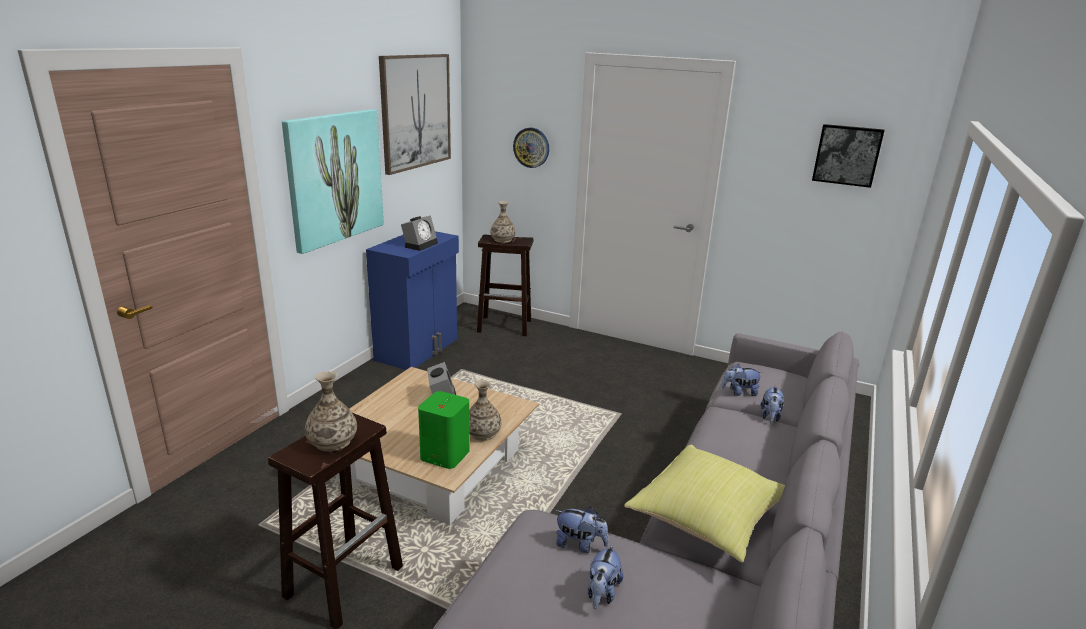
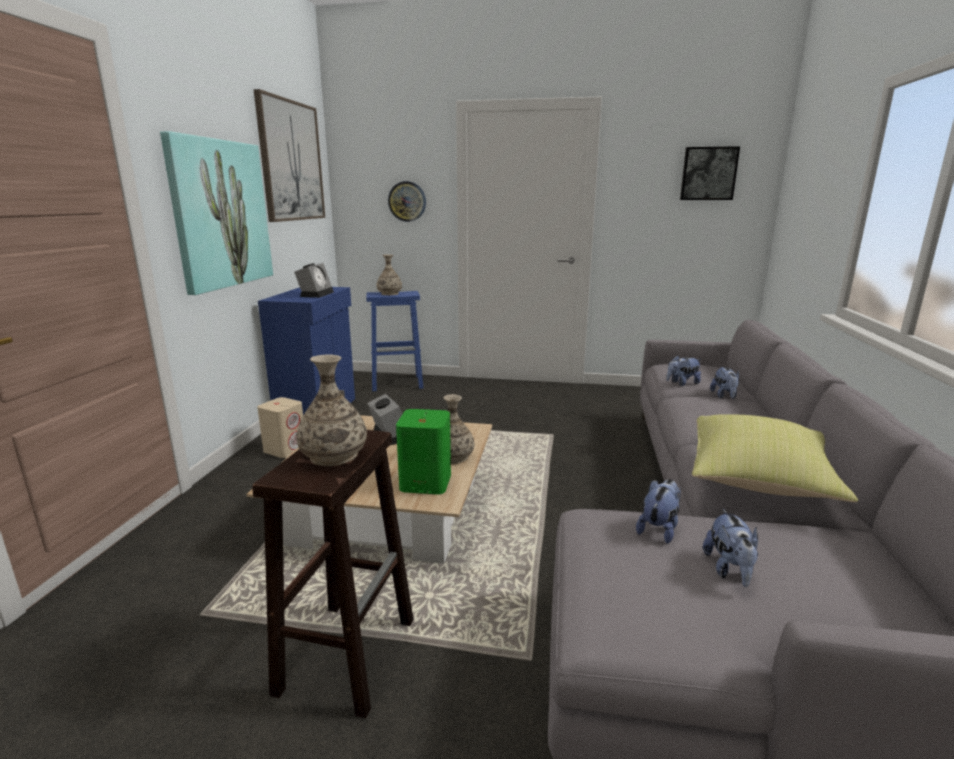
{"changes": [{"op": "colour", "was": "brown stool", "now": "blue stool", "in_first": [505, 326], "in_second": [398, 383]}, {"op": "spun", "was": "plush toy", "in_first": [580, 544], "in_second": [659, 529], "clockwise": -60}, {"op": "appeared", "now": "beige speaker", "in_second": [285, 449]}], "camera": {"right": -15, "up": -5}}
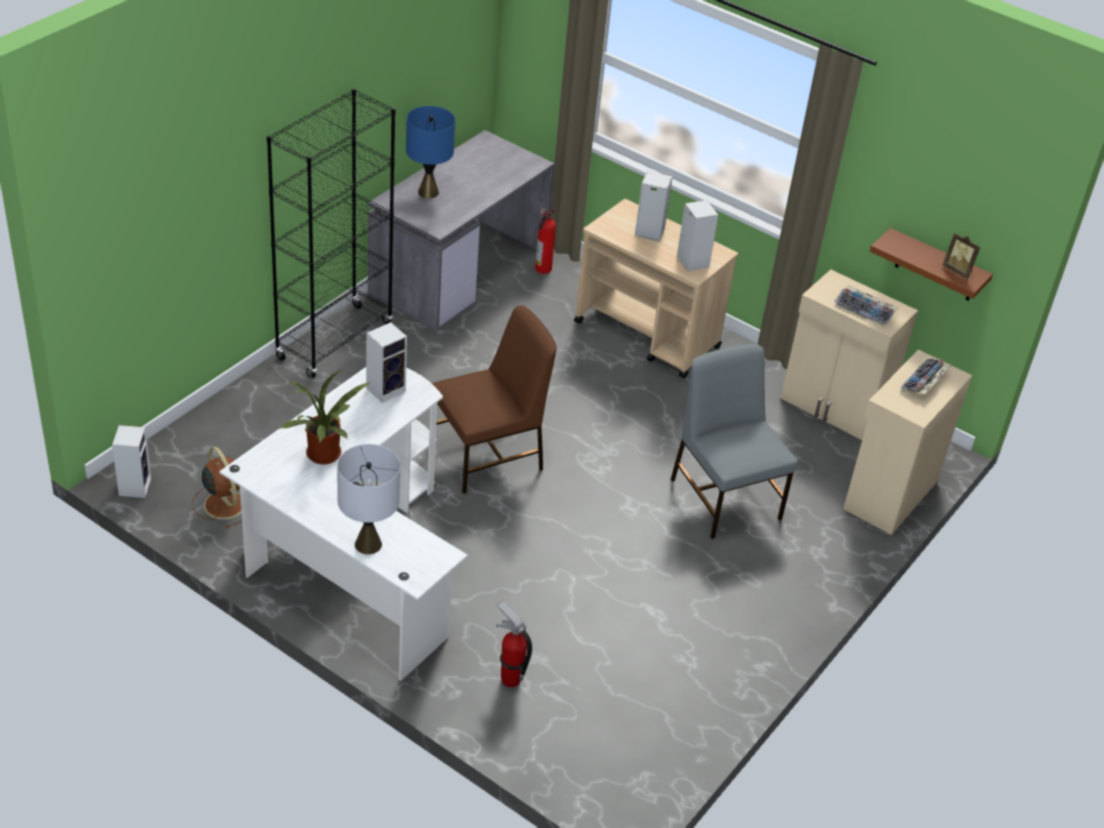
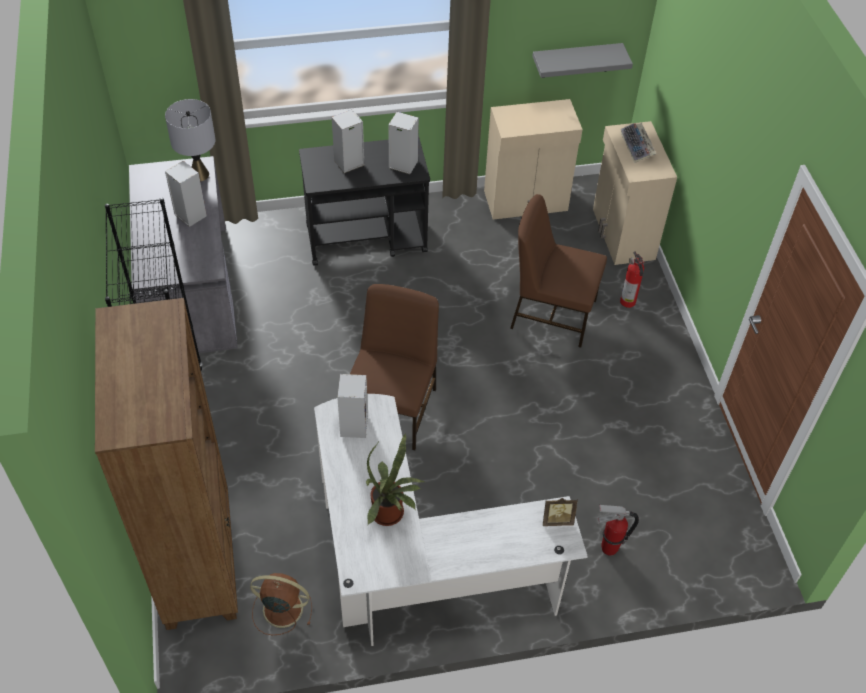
{"changes": [{"op": "relocated", "was": "speaker", "in_first": [134, 485], "in_second": [189, 215]}, {"op": "relocated", "was": "grey table lamp", "in_first": [368, 544], "in_second": [199, 174]}, {"op": "missing", "was": "blue table lamp", "in_first": [428, 192]}, {"op": "relocated", "was": "fire extinguisher", "in_first": [542, 269], "in_second": [628, 302]}, {"op": "colour", "was": "beige cart", "now": "black cart", "in_first": [647, 335], "in_second": [367, 238]}, {"op": "colour", "was": "grey chair", "now": "brown chair", "in_first": [725, 497], "in_second": [552, 313]}, {"op": "missing", "was": "keyboard", "in_first": [865, 310]}, {"op": "colour", "was": "brown shelf", "now": "grey shelf", "in_first": [936, 266], "in_second": [576, 60]}, {"op": "relocated", "was": "picture frame", "in_first": [958, 271], "in_second": [557, 520]}, {"op": "appeared", "now": "brown bookcase", "in_second": [199, 560]}], "camera": {"right": -45, "up": 10}}
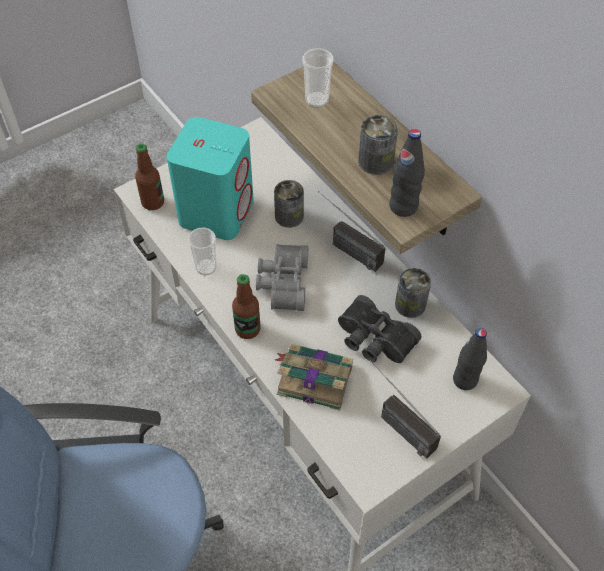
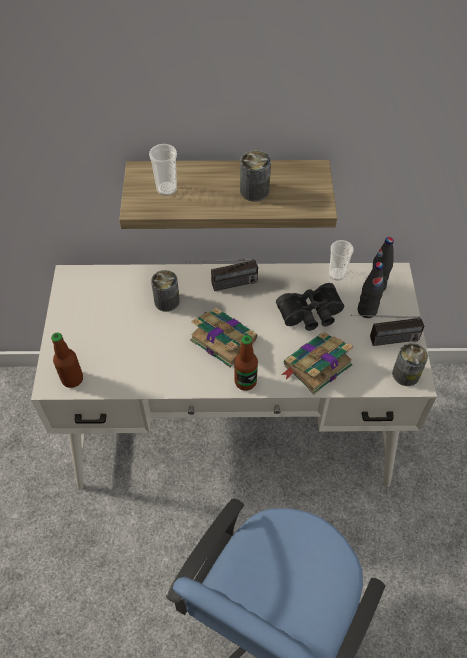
{"changes": [{"op": "missing", "was": "turquoise speaker", "in_first": [216, 211]}, {"op": "relocated", "was": "cup", "in_first": [206, 267], "in_second": [337, 274]}, {"op": "exchanged", "was": "grey binoculars", "now": "book", "in_first": [282, 283], "in_second": [222, 339]}, {"op": "relocated", "was": "black bottle", "in_first": [403, 206], "in_second": [367, 311]}, {"op": "relocated", "was": "can", "in_first": [410, 304], "in_second": [405, 374]}], "camera": {"right": -55, "up": 0}}
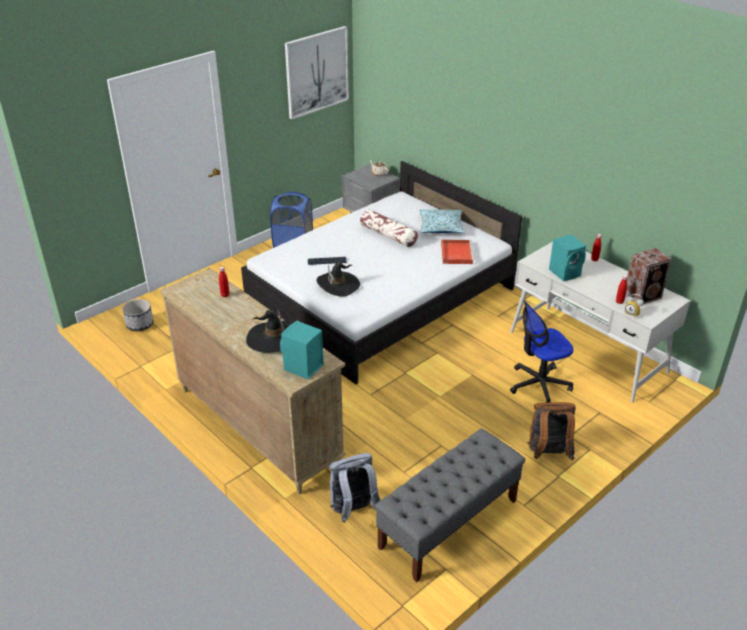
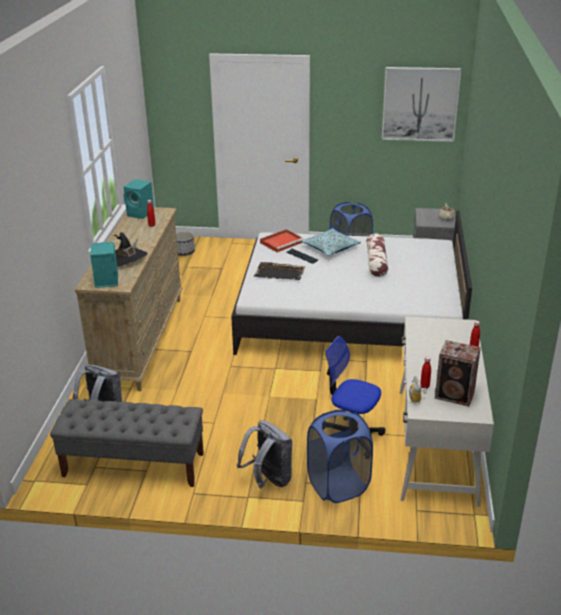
{"changes": [{"op": "exchanged", "was": "black hat", "now": "black tray", "in_first": [338, 285], "in_second": [280, 273]}, {"op": "relocated", "was": "pillow", "in_first": [441, 227], "in_second": [330, 248]}, {"op": "relocated", "was": "red tray", "in_first": [456, 253], "in_second": [282, 242]}, {"op": "colour", "was": "brown backpack", "now": "grey backpack", "in_first": [548, 454], "in_second": [268, 480]}, {"op": "relocated", "was": "turquoise speaker", "in_first": [565, 272], "in_second": [141, 213]}, {"op": "appeared", "now": "blue laundry basket", "in_second": [338, 485]}], "camera": {"right": 50, "up": -5}}
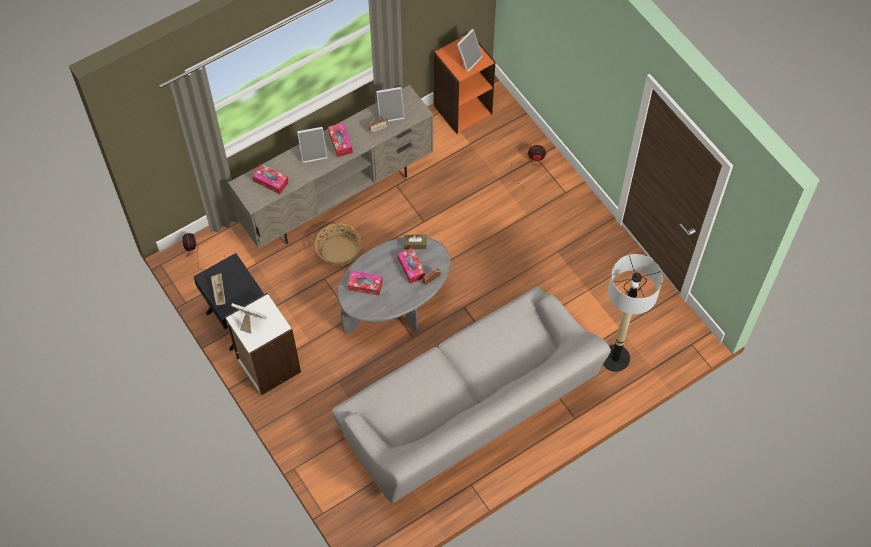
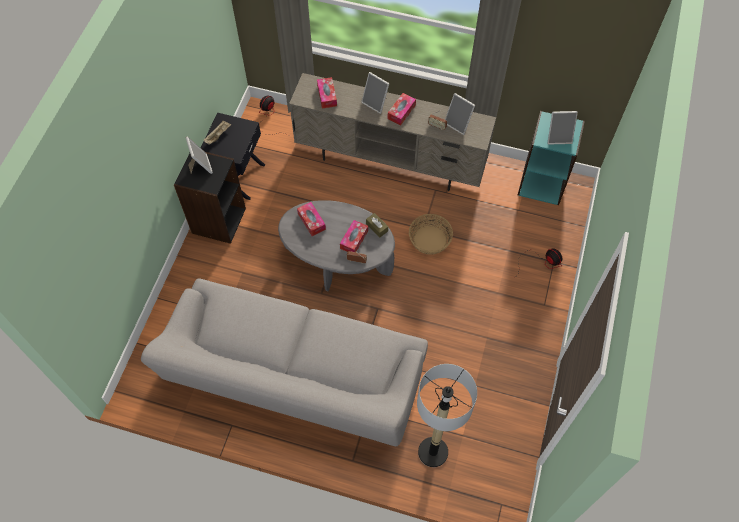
{"changes": [{"op": "colour", "was": "white bookcase", "now": "black bookcase", "in_first": [268, 366], "in_second": [218, 220]}, {"op": "relocated", "was": "basket", "in_first": [338, 251], "in_second": [429, 240]}, {"op": "colour", "was": "orange bookcase", "now": "turquoise bookcase", "in_first": [462, 109], "in_second": [542, 183]}], "camera": {"right": 50, "up": 0}}
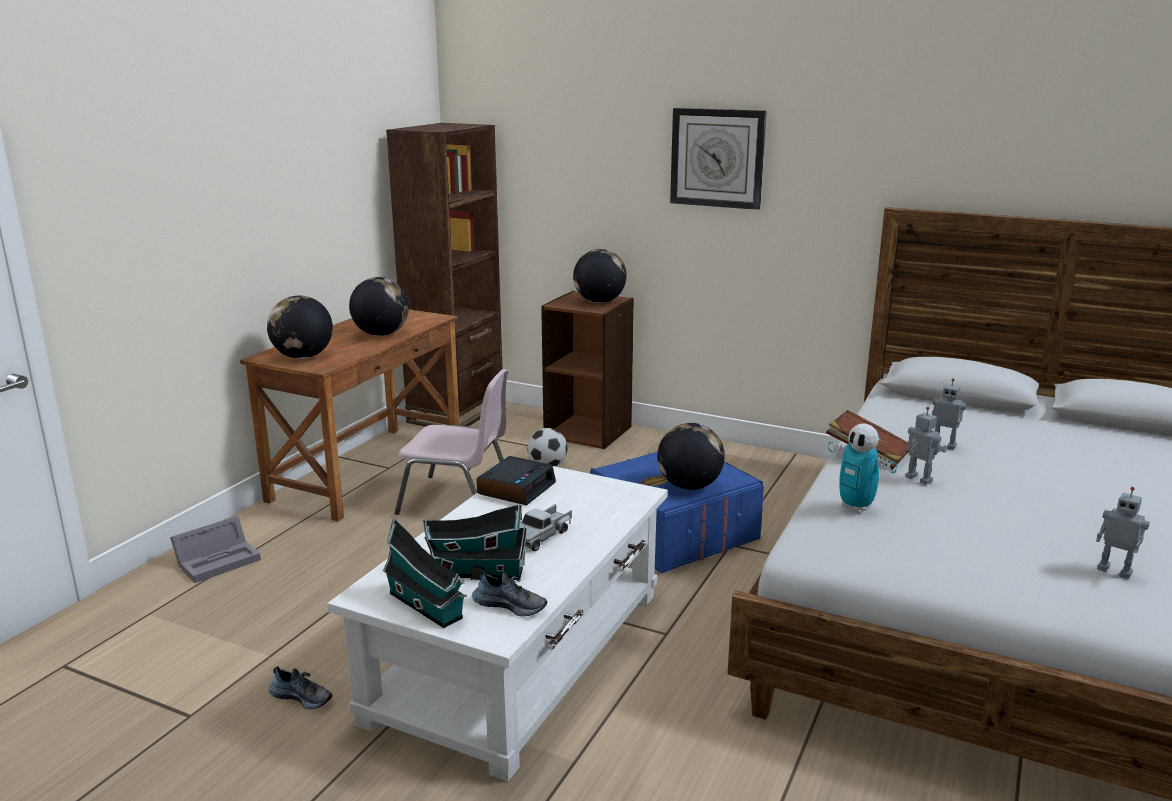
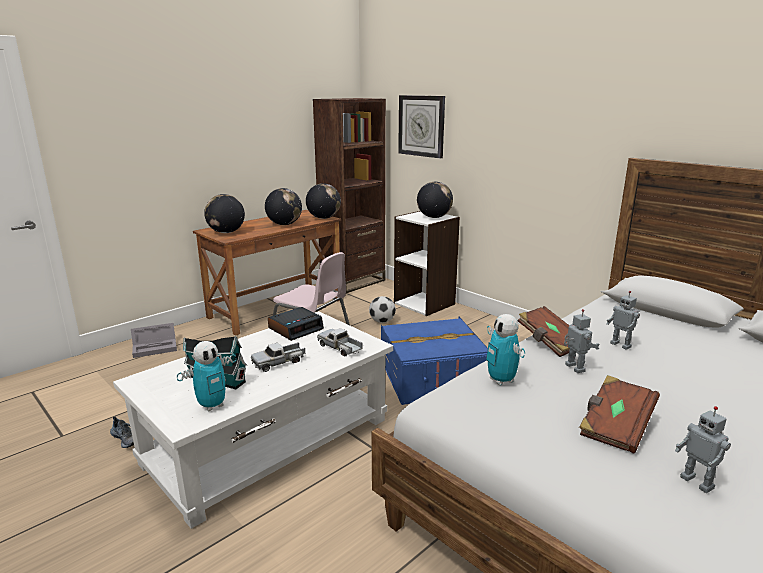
{"changes": [{"op": "missing", "was": "toy house", "in_first": [427, 607]}, {"op": "exchanged", "was": "shoe", "now": "toy robot", "in_first": [510, 605], "in_second": [212, 405]}, {"op": "colour", "was": "brown bookcase", "now": "white bookcase", "in_first": [588, 431], "in_second": [425, 303]}, {"op": "relocated", "was": "globe", "in_first": [689, 486], "in_second": [324, 218]}, {"op": "relocated", "was": "wall clock", "in_first": [717, 158], "in_second": [421, 126]}, {"op": "appeared", "now": "toy truck", "in_second": [340, 348]}, {"op": "appeared", "now": "brown book", "in_second": [615, 427]}], "camera": {"right": 20, "up": 0}}
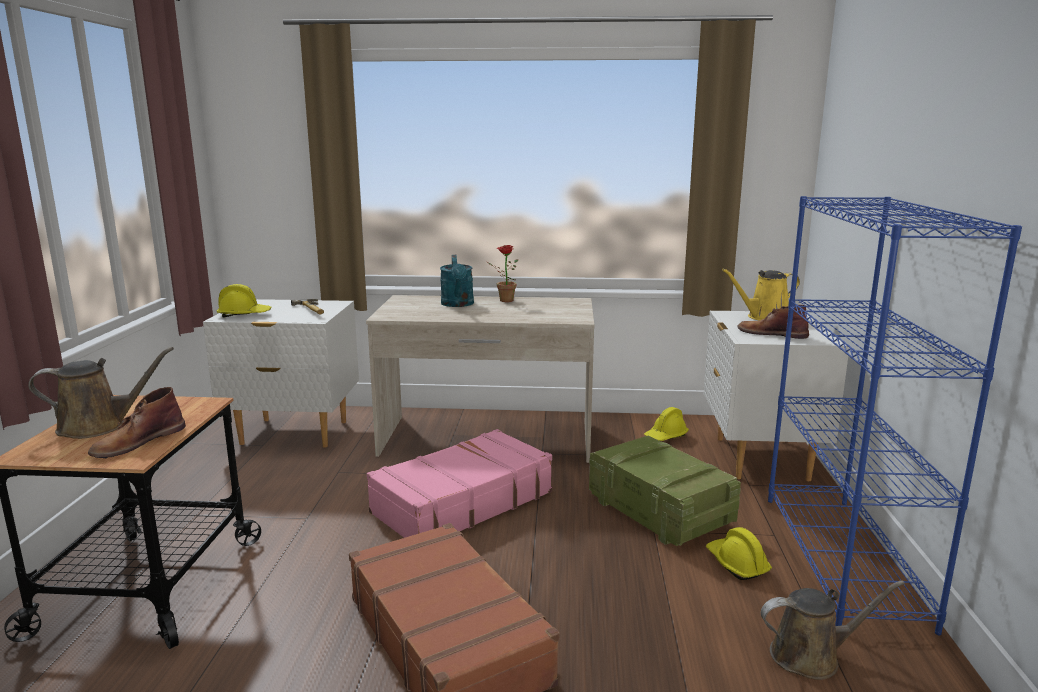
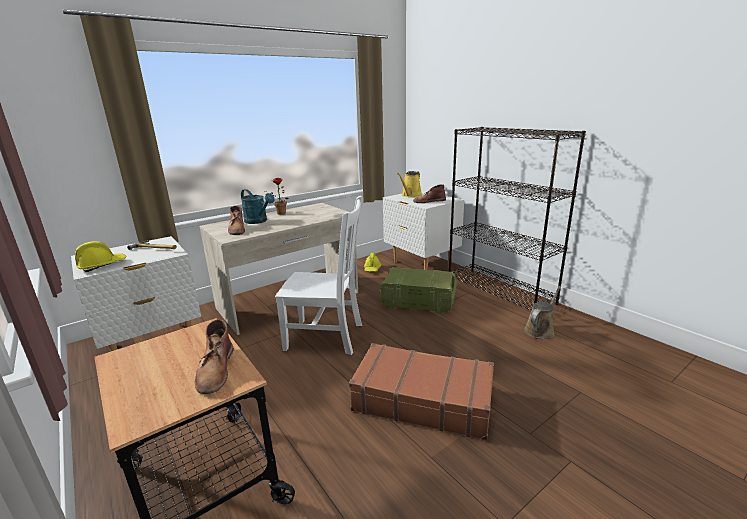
{"changes": [{"op": "missing", "was": "brown watering can", "in_first": [99, 426]}, {"op": "exchanged", "was": "pink suitcase", "now": "white chair", "in_first": [461, 502], "in_second": [327, 337]}, {"op": "missing", "was": "yellow hard hat", "in_first": [736, 564]}, {"op": "colour", "was": "blue bookcase", "now": "black bookcase", "in_first": [843, 558], "in_second": [500, 291]}, {"op": "appeared", "now": "brown boot", "in_second": [237, 229]}], "camera": {"right": -40, "up": 5}}
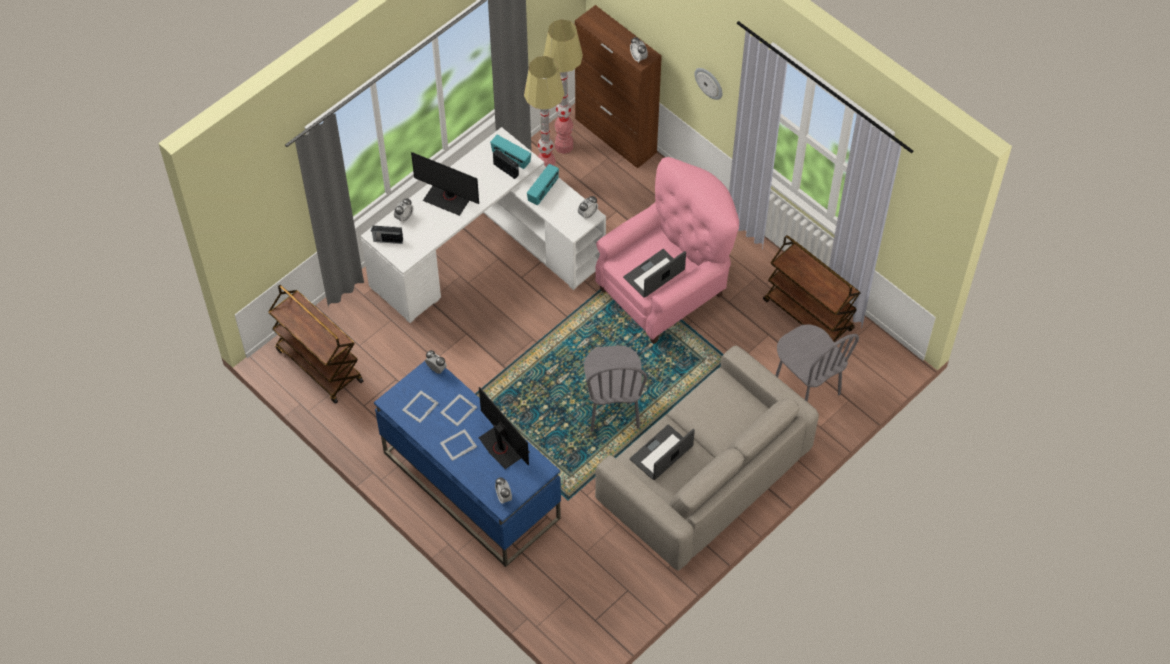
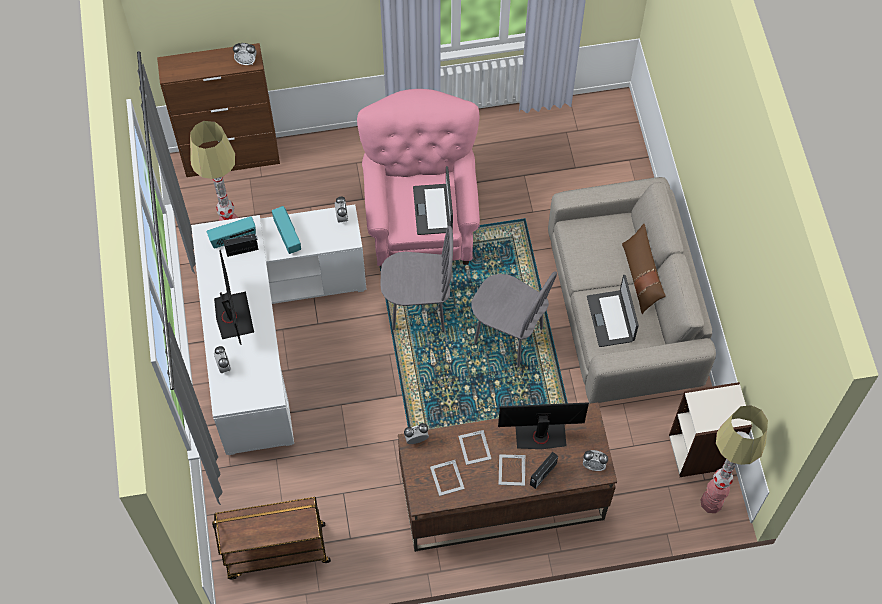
{"changes": [{"op": "relocated", "was": "radio", "in_first": [387, 240], "in_second": [542, 474]}, {"op": "colour", "was": "blue desk", "now": "brown desk", "in_first": [470, 485], "in_second": [501, 498]}, {"op": "spun", "was": "monitor", "in_first": [448, 198], "in_second": [233, 316], "clockwise": -75}, {"op": "relocated", "was": "floor lamp", "in_first": [564, 146], "in_second": [711, 502]}, {"op": "missing", "was": "wall clock", "in_first": [709, 83]}, {"op": "missing", "was": "brown cart", "in_first": [809, 315]}, {"op": "relocated", "was": "grey chair", "in_first": [806, 389], "in_second": [418, 309]}, {"op": "appeared", "now": "brown pillow", "in_second": [641, 277]}, {"op": "appeared", "now": "bookcase", "in_second": [701, 451]}], "camera": {"right": -55, "up": 5}}
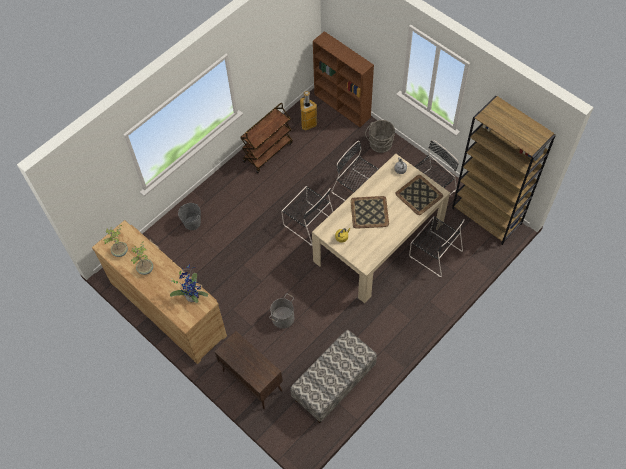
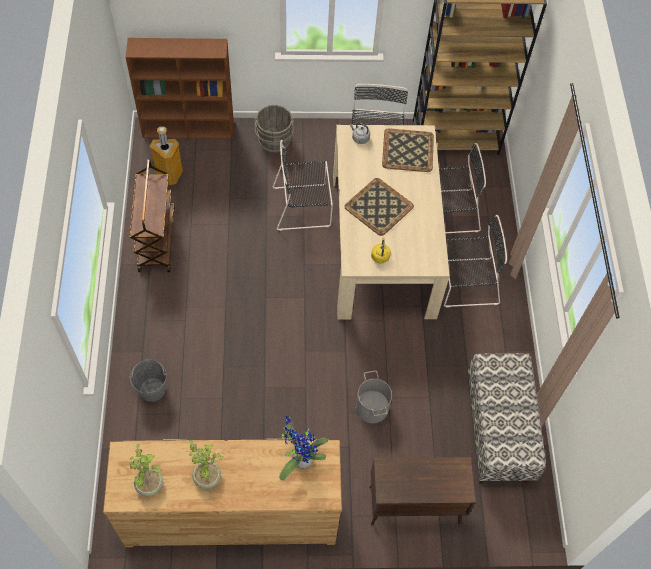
{"changes": [{"op": "relocated", "was": "black chair", "in_first": [308, 222], "in_second": [465, 282]}], "camera": {"right": -50, "up": 0}}
